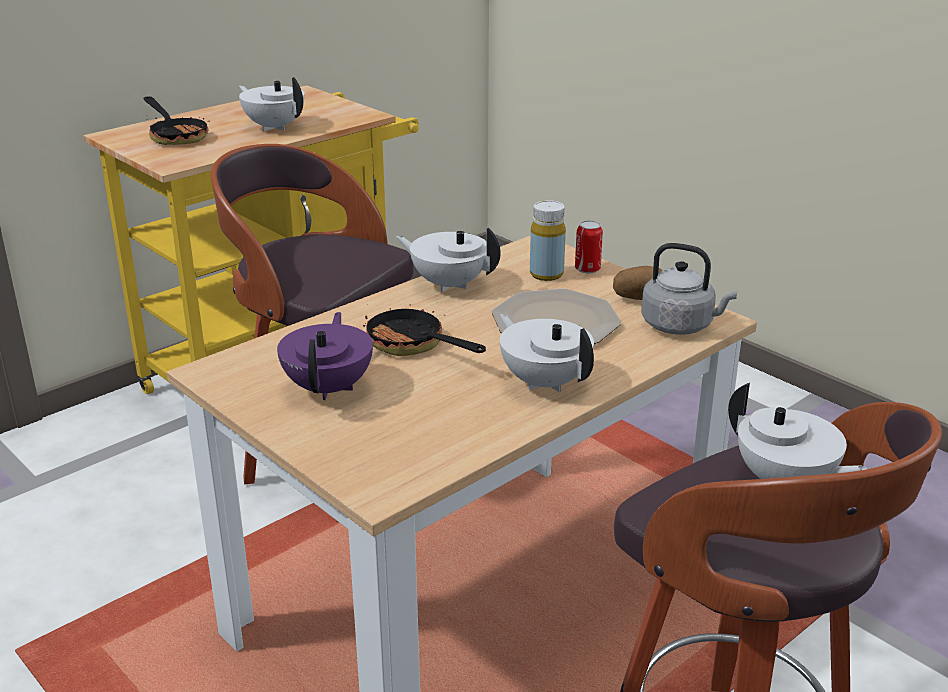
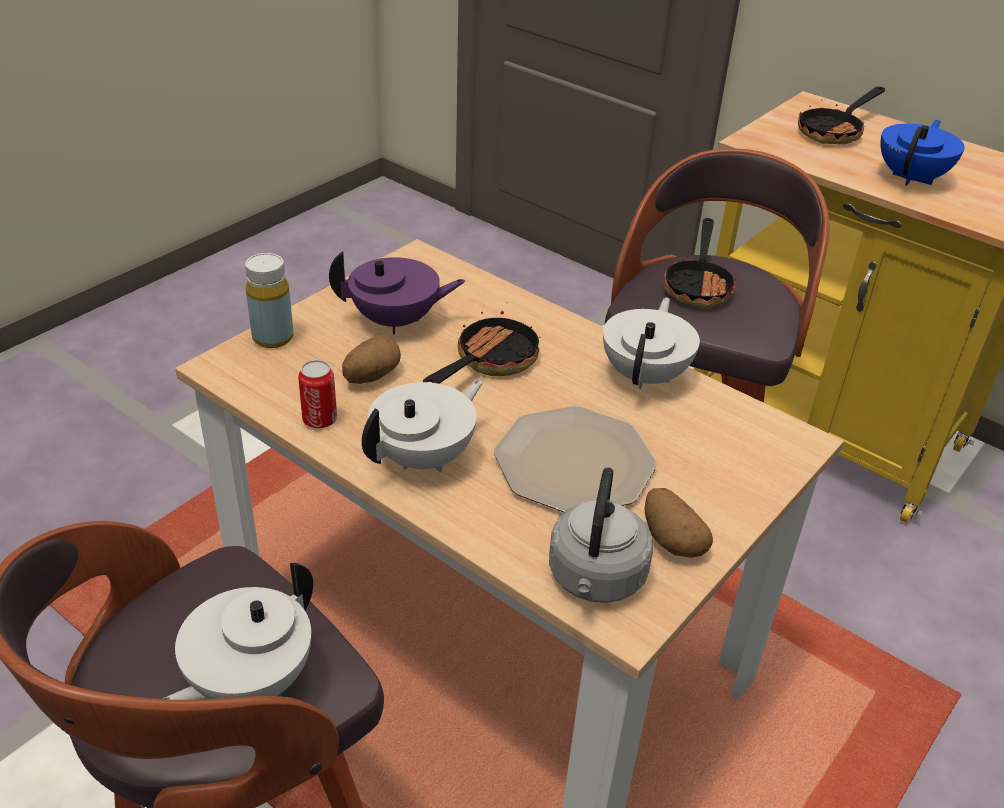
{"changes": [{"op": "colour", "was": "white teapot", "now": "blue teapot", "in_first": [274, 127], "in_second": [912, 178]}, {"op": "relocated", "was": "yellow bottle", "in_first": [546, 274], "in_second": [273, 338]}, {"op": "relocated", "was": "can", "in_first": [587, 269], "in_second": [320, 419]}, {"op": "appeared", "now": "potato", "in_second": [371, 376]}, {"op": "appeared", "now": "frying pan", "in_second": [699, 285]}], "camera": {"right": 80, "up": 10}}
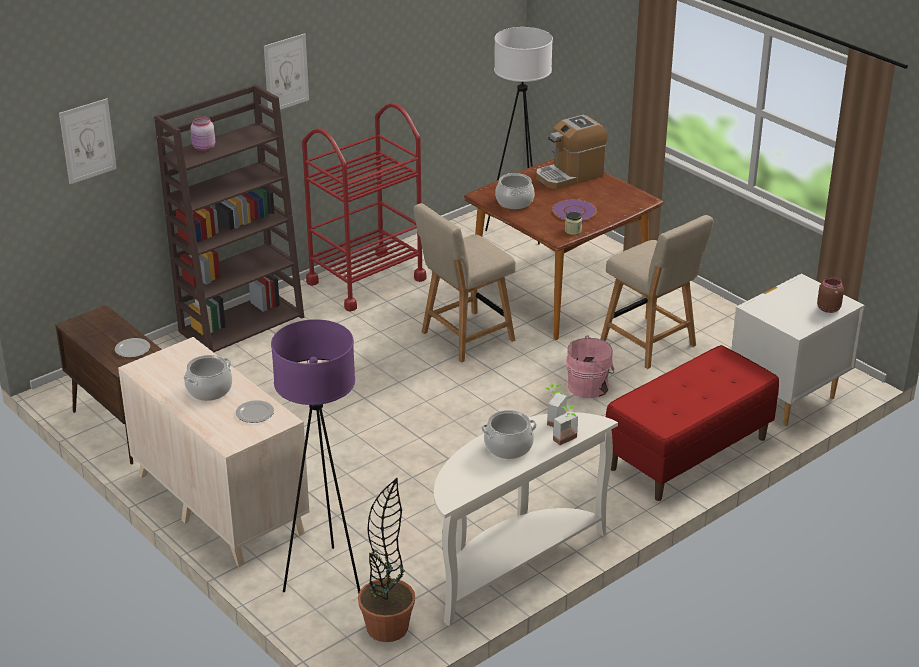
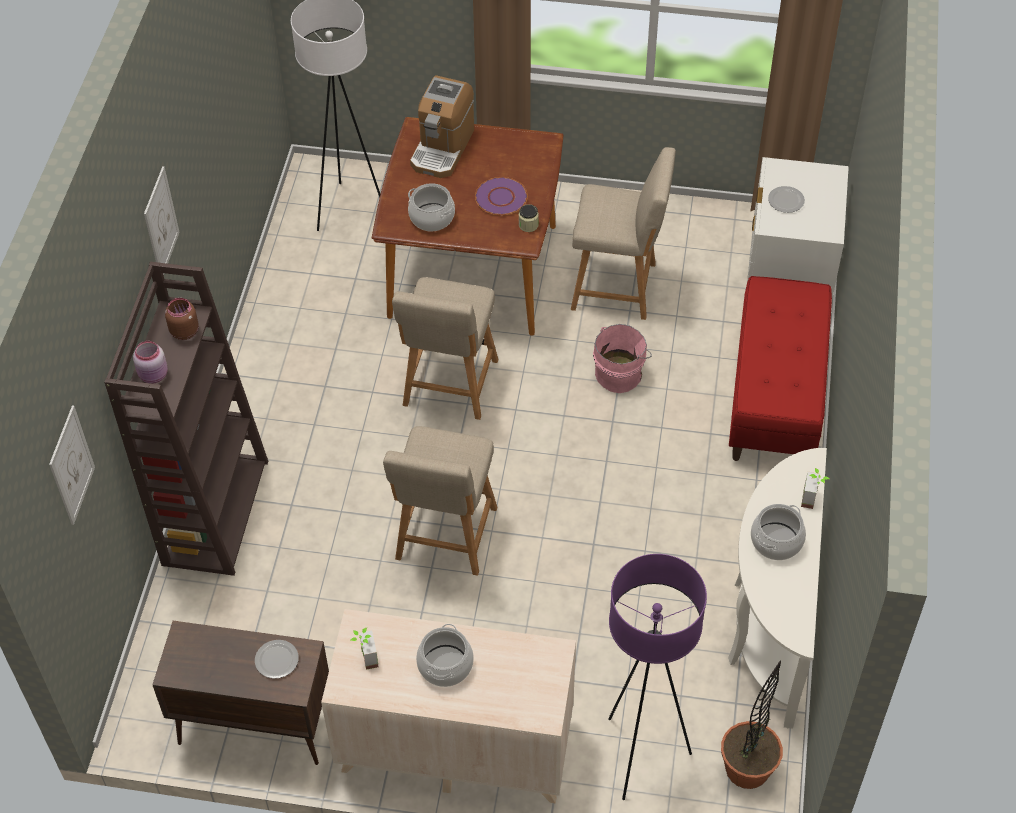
{"changes": [{"op": "relocated", "was": "plate", "in_first": [254, 413], "in_second": [786, 201]}, {"op": "missing", "was": "red cart", "in_first": [366, 281]}, {"op": "relocated", "was": "potted plant", "in_first": [552, 419], "in_second": [364, 658]}, {"op": "relocated", "was": "brown jar", "in_first": [828, 308], "in_second": [184, 331]}, {"op": "appeared", "now": "beige chair", "in_second": [445, 538]}], "camera": {"right": -40, "up": 20}}
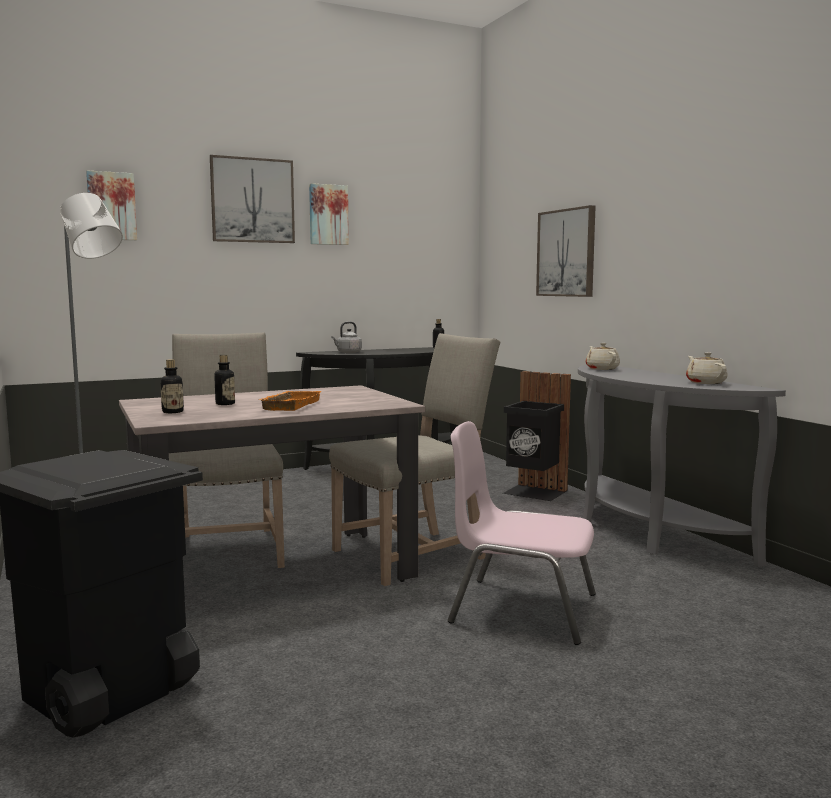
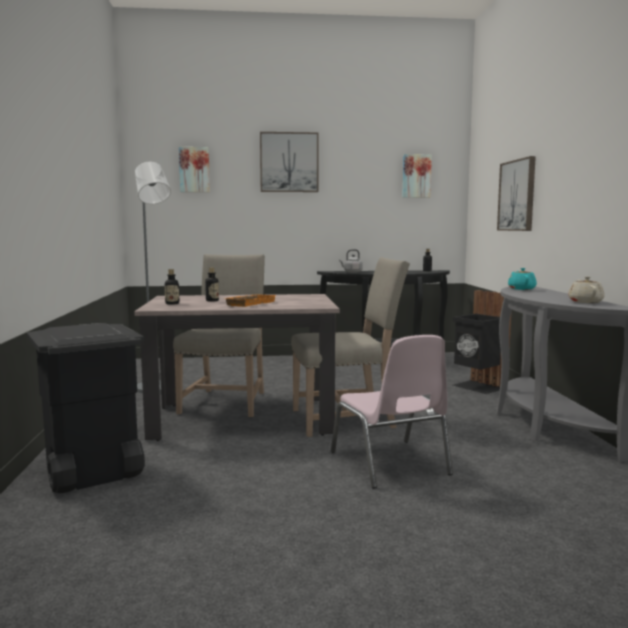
{"changes": [{"op": "relocated", "was": "picture", "in_first": [328, 215], "in_second": [416, 176]}, {"op": "spun", "was": "pink chair", "in_first": [521, 608], "in_second": [390, 464], "clockwise": -150}, {"op": "colour", "was": "beige teapot", "now": "turquoise teapot", "in_first": [602, 369], "in_second": [521, 289]}], "camera": {"right": 20, "up": 0}}
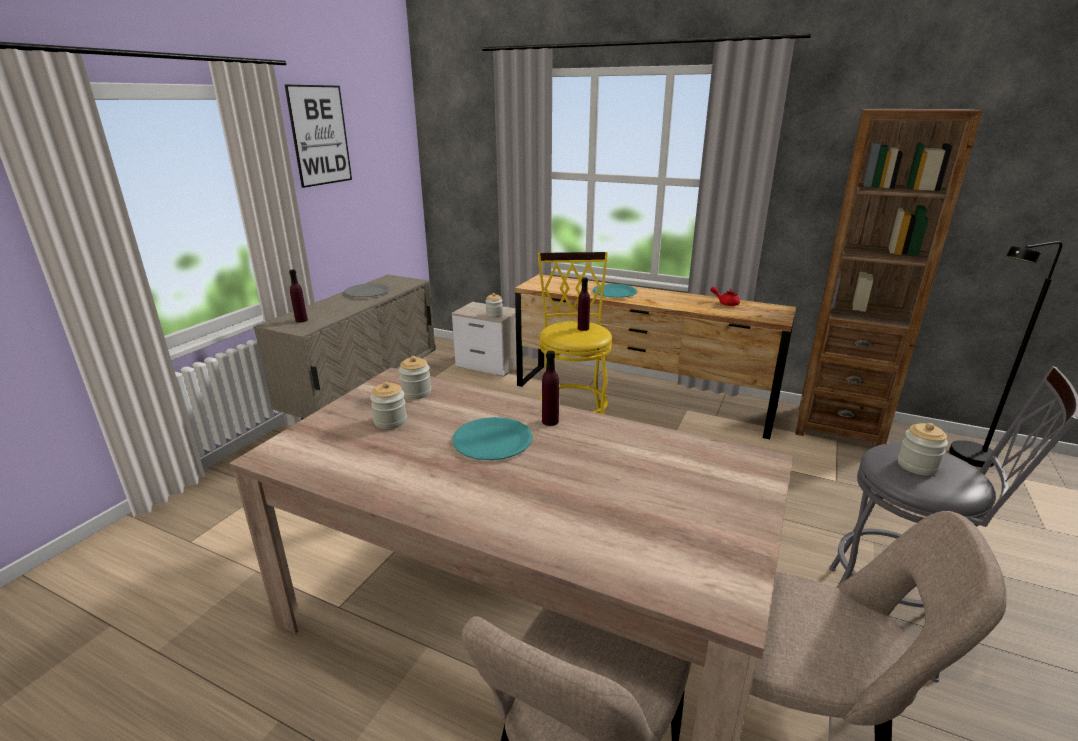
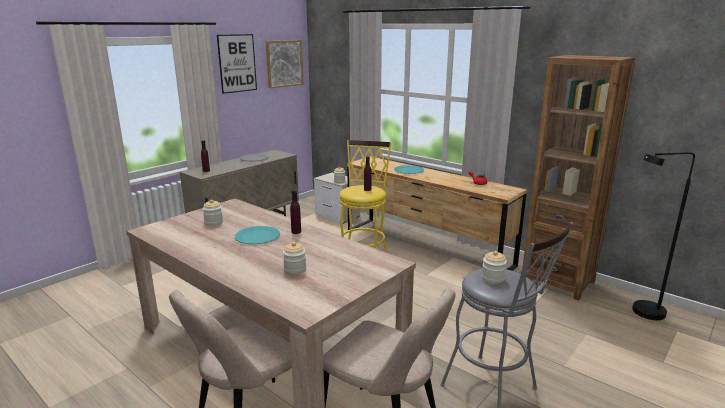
{"changes": [{"op": "relocated", "was": "jar", "in_first": [416, 393], "in_second": [295, 269]}, {"op": "appeared", "now": "picture", "in_second": [284, 63]}], "camera": {"right": 15, "up": -5}}
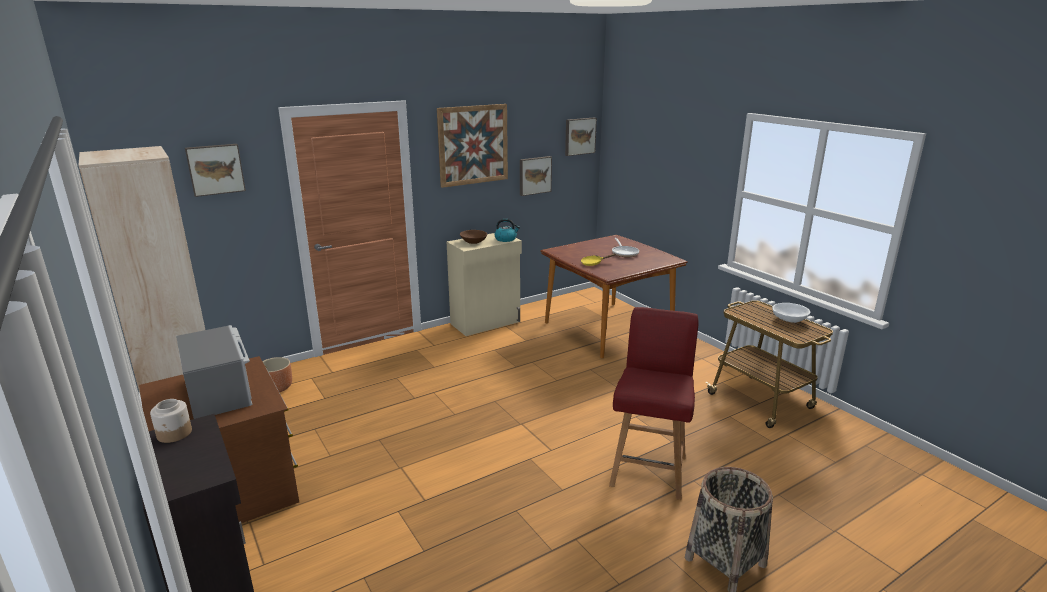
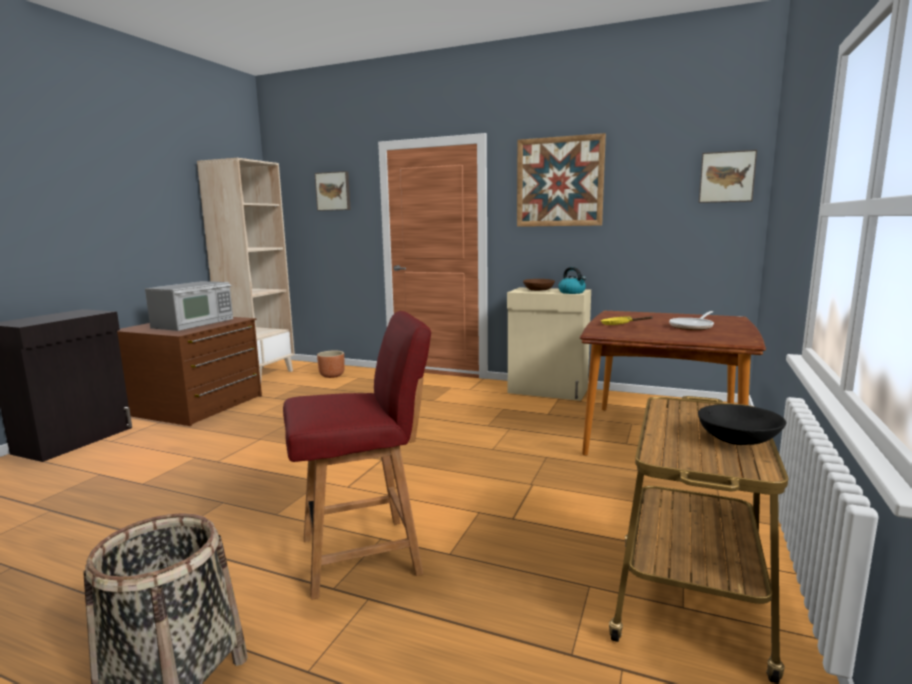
{"changes": [{"op": "missing", "was": "jar", "in_first": [174, 433]}, {"op": "missing", "was": "picture", "in_first": [534, 175]}, {"op": "colour", "was": "white bowl", "now": "black bowl", "in_first": [789, 319], "in_second": [738, 438]}], "camera": {"right": 55, "up": -10}}
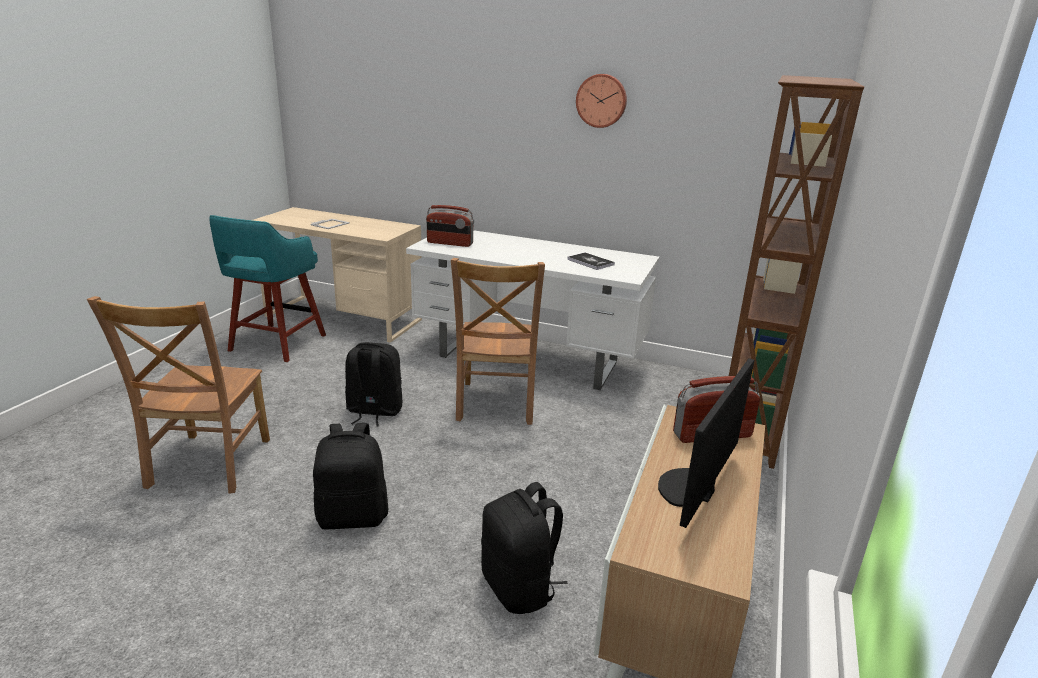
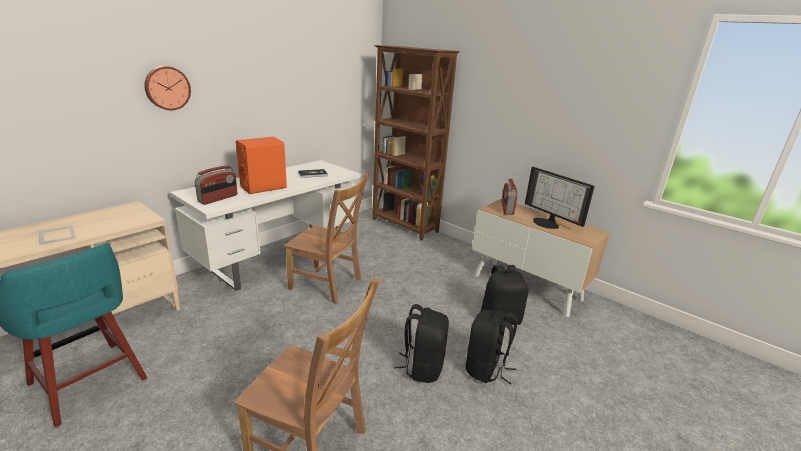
{"changes": [{"op": "relocated", "was": "black backpack", "in_first": [374, 411], "in_second": [486, 369]}, {"op": "relocated", "was": "wall clock", "in_first": [601, 100], "in_second": [167, 88]}, {"op": "appeared", "now": "orange speaker", "in_second": [263, 187]}], "camera": {"right": -70, "up": 0}}
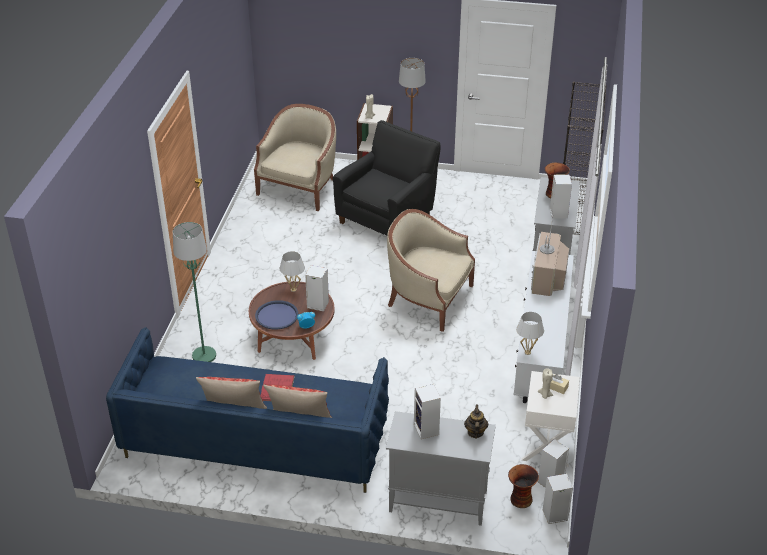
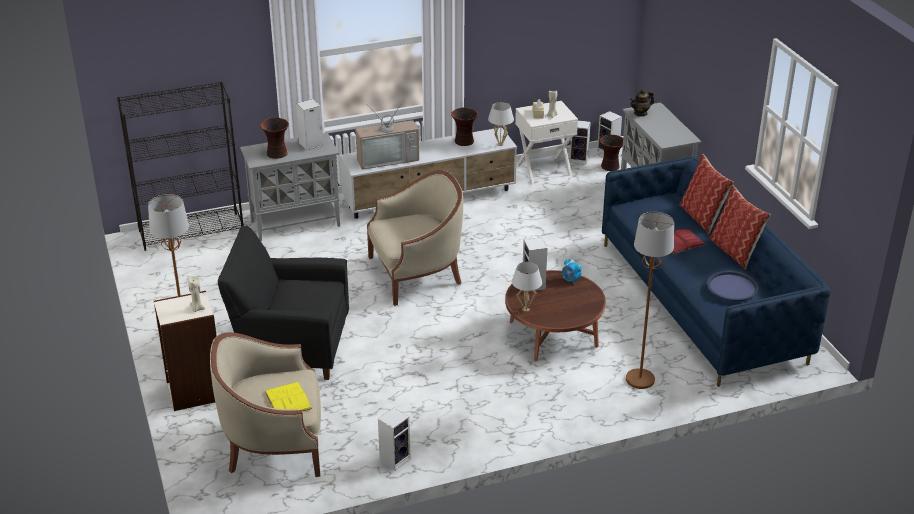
{"changes": [{"op": "colour", "was": "green floor lamp", "now": "brown floor lamp", "in_first": [204, 356], "in_second": [640, 379]}, {"op": "relocated", "was": "blue tray", "in_first": [277, 315], "in_second": [732, 287]}, {"op": "spun", "was": "beige armchair", "in_first": [428, 299], "in_second": [416, 274], "clockwise": -105}, {"op": "relocated", "was": "speaker", "in_first": [427, 430], "in_second": [395, 459]}, {"op": "appeared", "now": "yellow book", "in_second": [287, 400]}, {"op": "appeared", "now": "vase", "in_second": [464, 141]}], "camera": {"right": -120, "up": -5}}
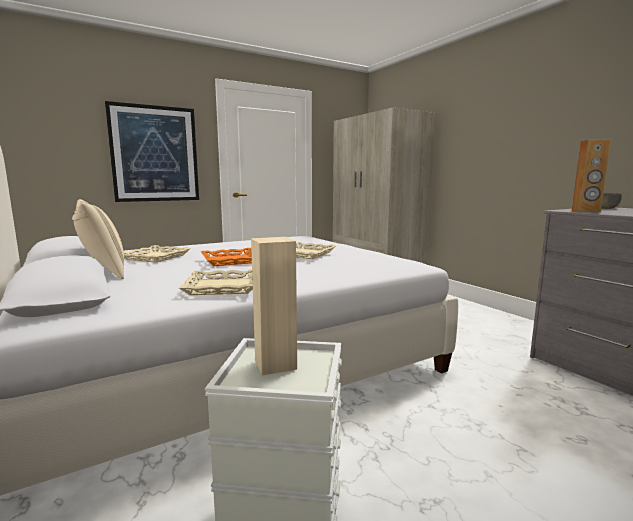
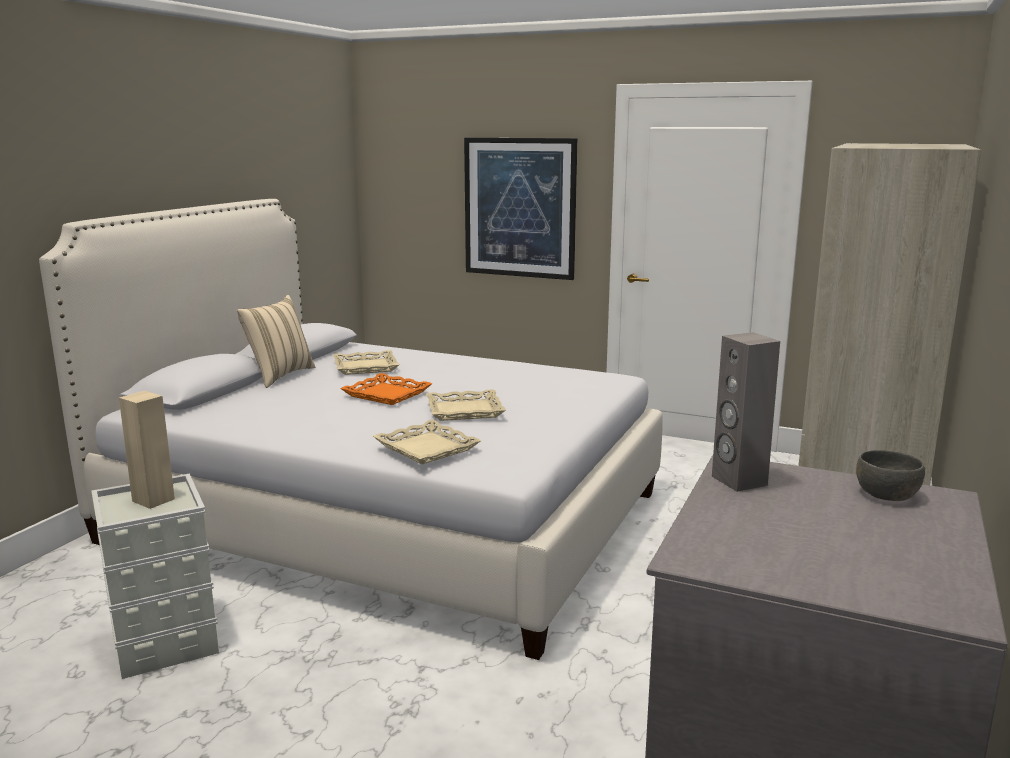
{"changes": [{"op": "relocated", "was": "beige tray", "in_first": [222, 287], "in_second": [426, 448]}, {"op": "colour", "was": "brown speaker", "now": "grey speaker", "in_first": [585, 211], "in_second": [738, 481]}], "camera": {"right": 55, "up": 5}}
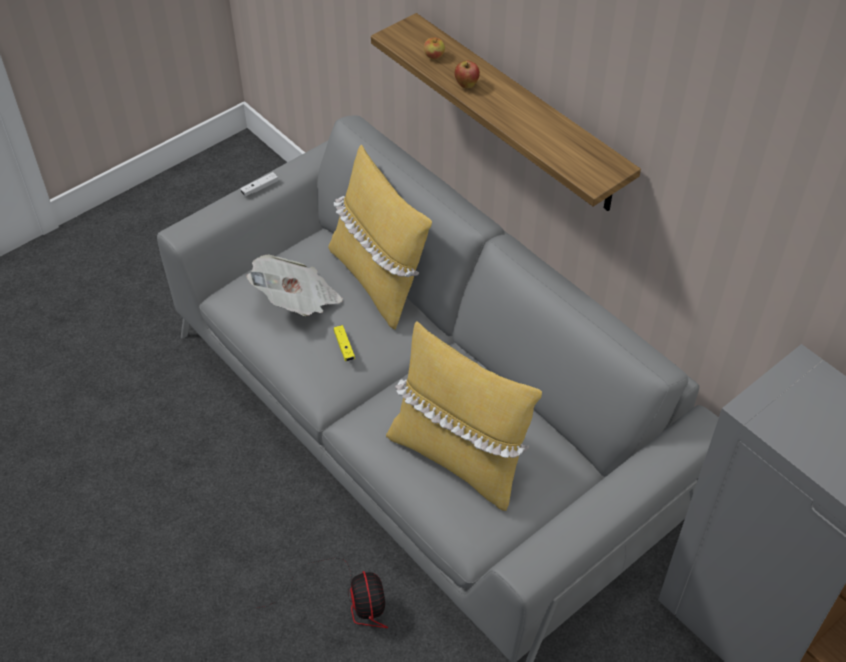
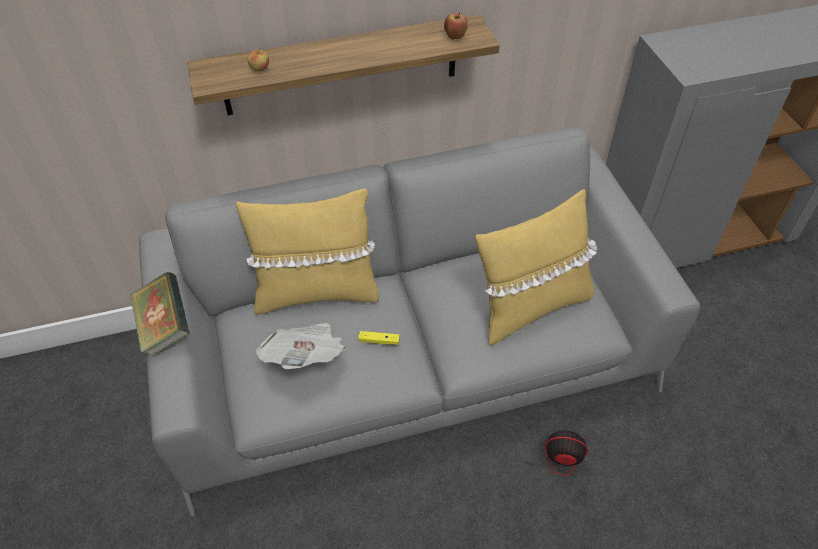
{"changes": [{"op": "exchanged", "was": "white game controller", "now": "book", "in_first": [260, 188], "in_second": [165, 327]}, {"op": "relocated", "was": "apple", "in_first": [466, 85], "in_second": [455, 37]}], "camera": {"right": -65, "up": 0}}
